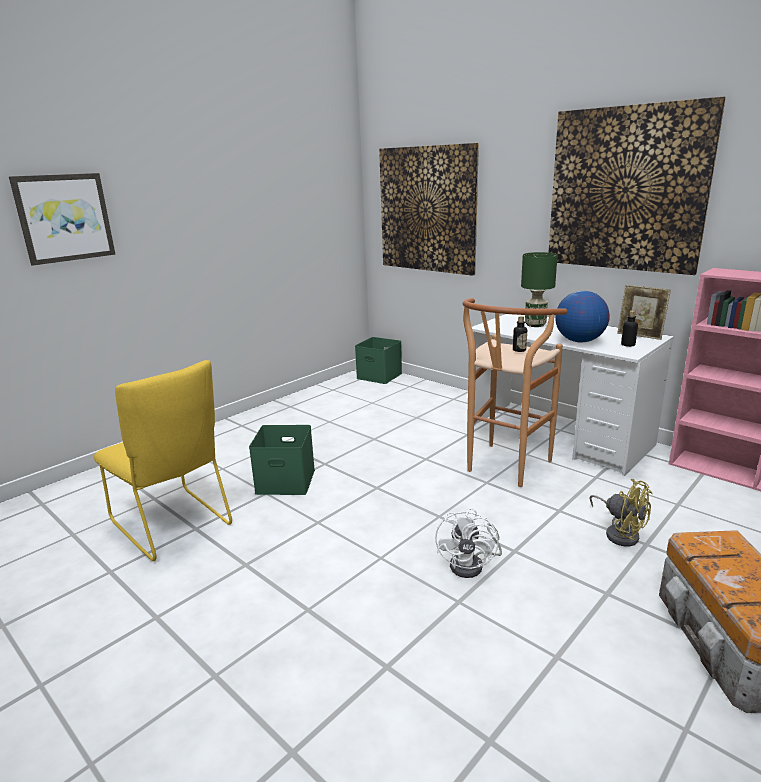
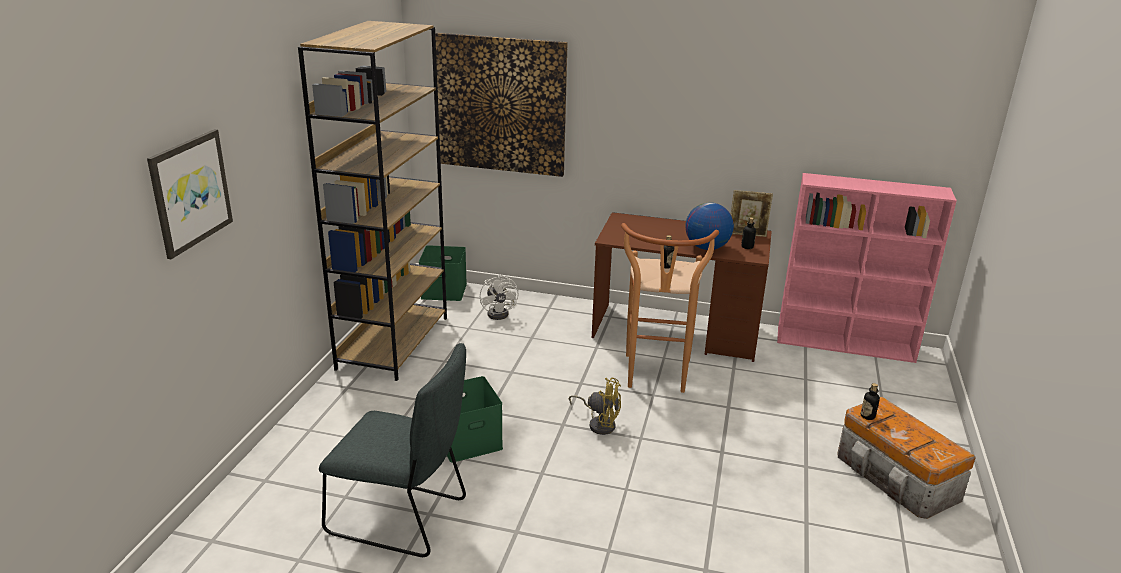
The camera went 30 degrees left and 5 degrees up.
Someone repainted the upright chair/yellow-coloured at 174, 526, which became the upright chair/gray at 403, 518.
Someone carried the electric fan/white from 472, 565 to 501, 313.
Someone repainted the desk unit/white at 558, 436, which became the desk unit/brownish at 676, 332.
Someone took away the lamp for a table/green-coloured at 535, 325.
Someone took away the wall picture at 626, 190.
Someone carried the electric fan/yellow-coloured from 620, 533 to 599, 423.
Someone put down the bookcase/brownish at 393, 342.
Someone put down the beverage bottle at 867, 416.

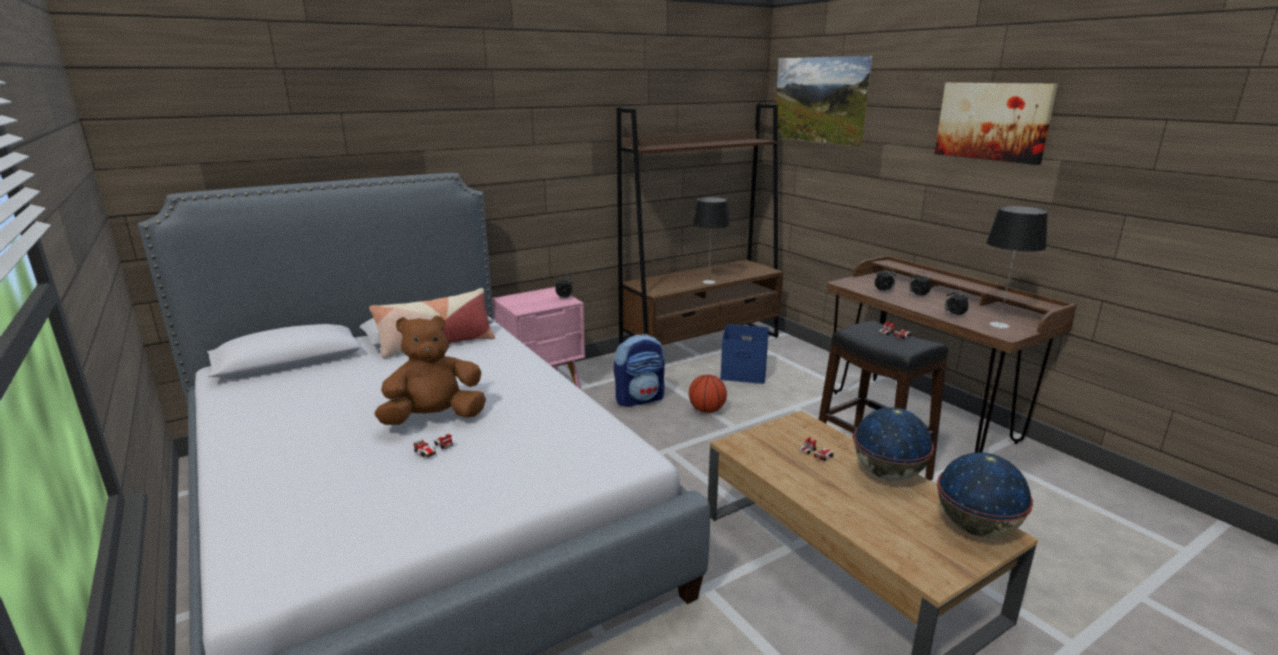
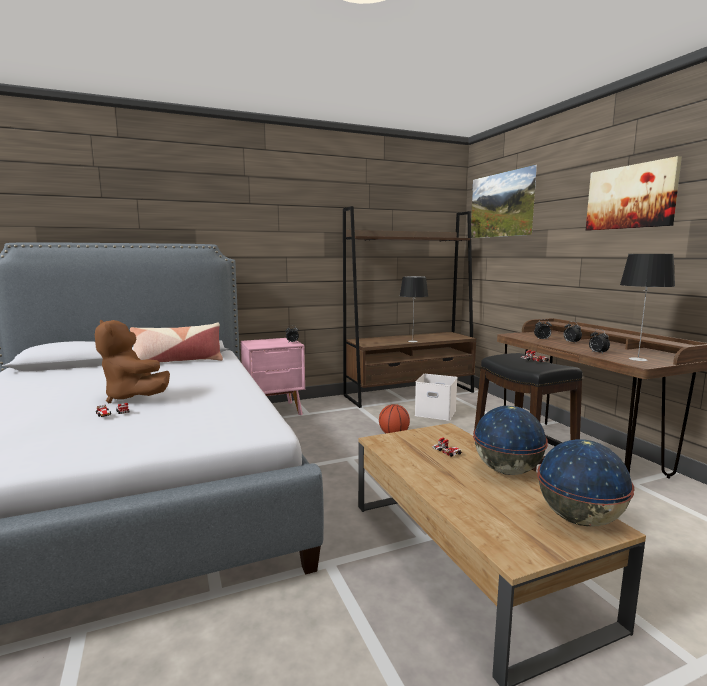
The camera went 10 degrees right and 10 degrees down.
Someone rotated the plush toy/brownish at 434, 418 by 120 degrees counterclockwise.
Someone took away the knapsack at 640, 399.
Someone repainted the storage box/blue at 744, 372, which became the storage box/white at 436, 412.

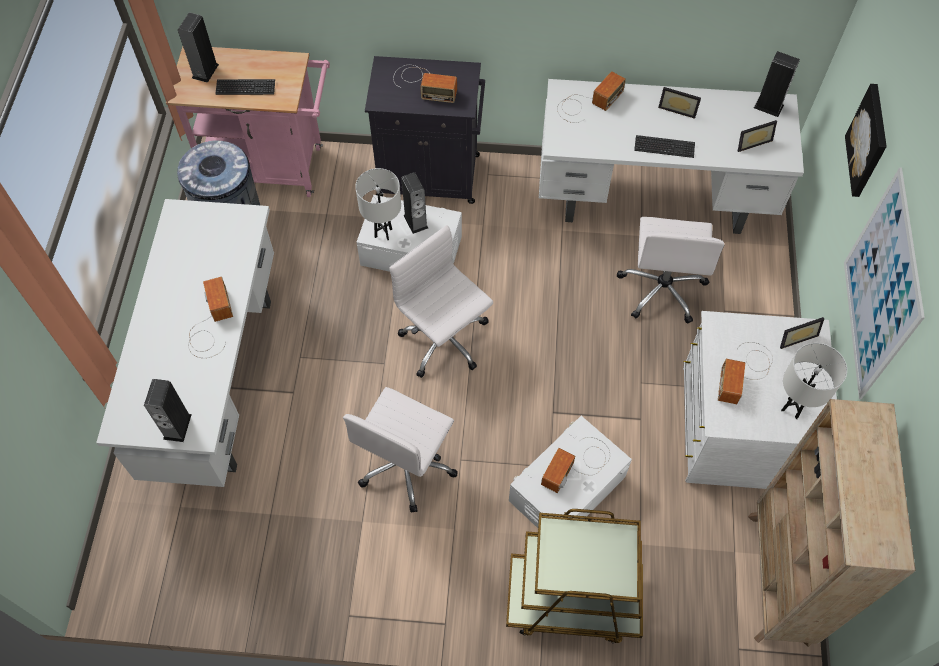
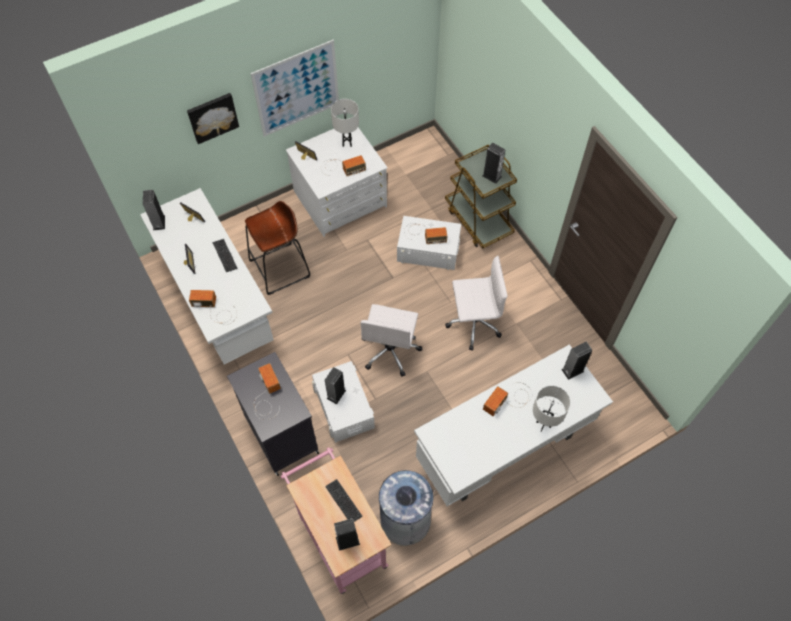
The camera went 125 degrees left and 0 degrees up.
Someone carried the lamp for a table/white from 383, 233 to 543, 424.
Someone swapped the office chair/white at 662, 289 for the stool seat/brownish at 280, 268.
Someone took away the bookcase/beige-coloured at 778, 578.
Someone put down the speaker at 492, 176.

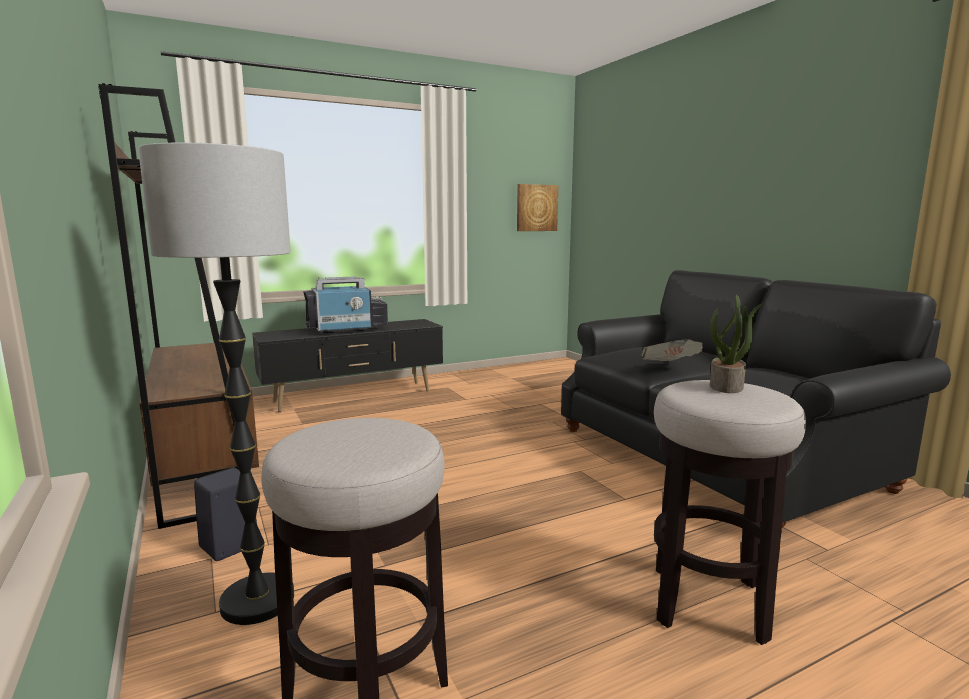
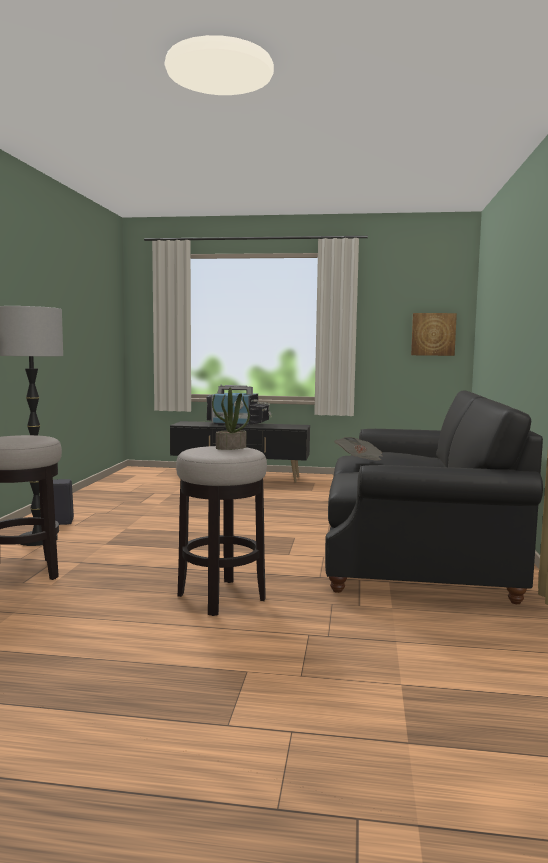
The camera went 35 degrees right and 5 degrees down.
Someone took away the bookcase/brownish at 205, 465.

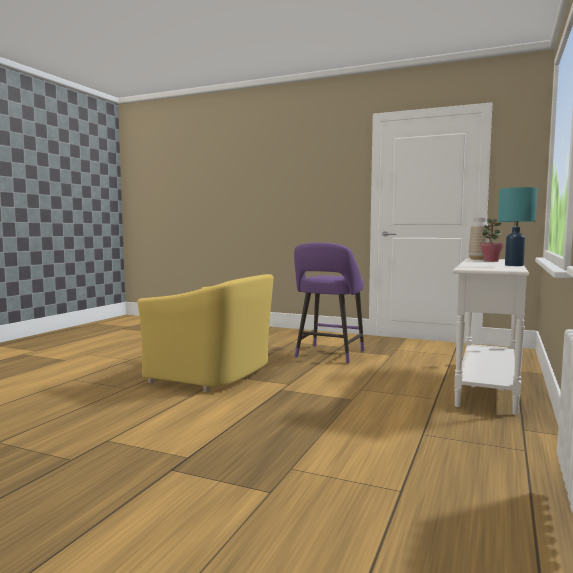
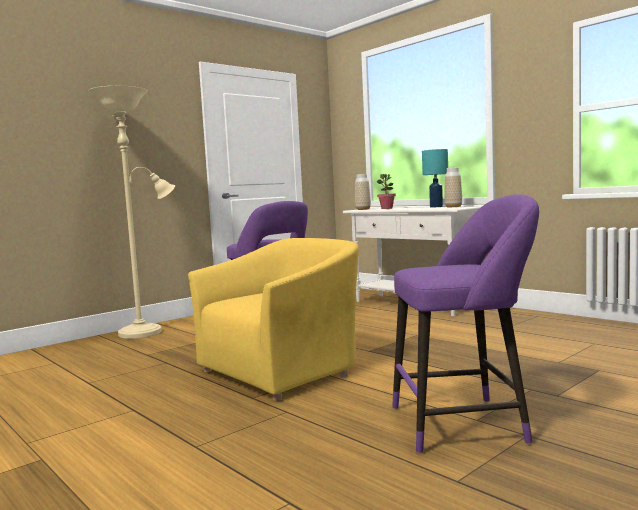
The camera went 65 degrees left and 0 degrees up.
Someone put down the standard lamp/beige-coloured at 145, 332.
Someone put down the stool seat/purple-coloured at 465, 424.
Someone put down the vase at 453, 207.

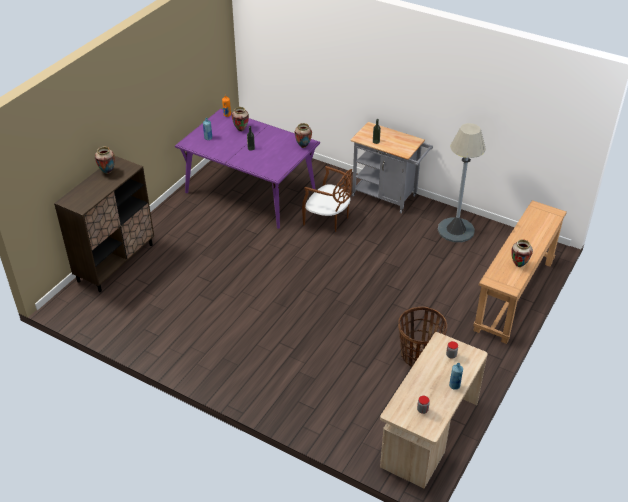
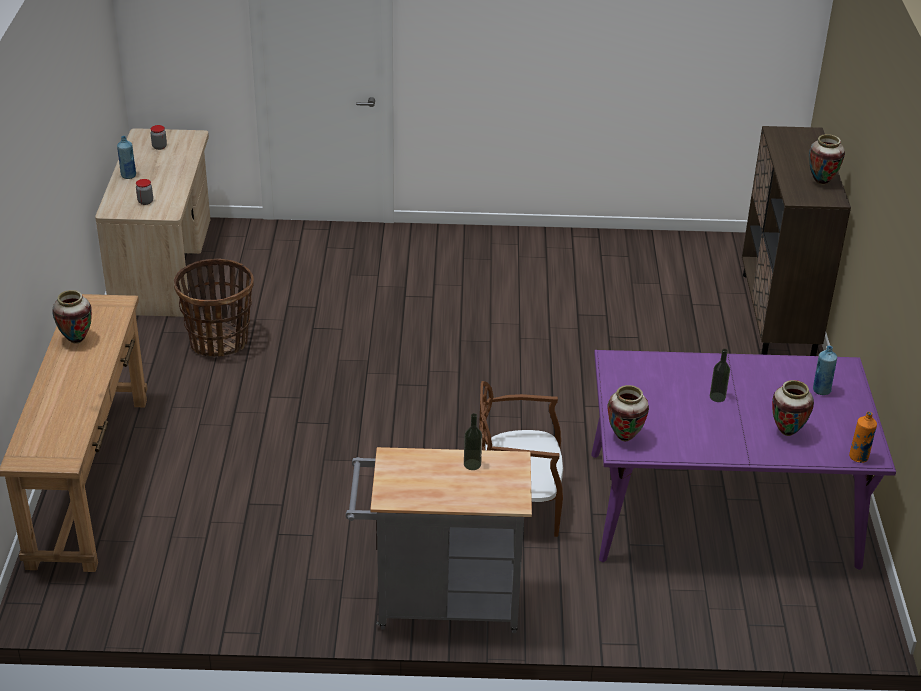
The camera went 150 degrees right and 5 degrees down.
Someone took away the standard lamp/gray at 456, 230.

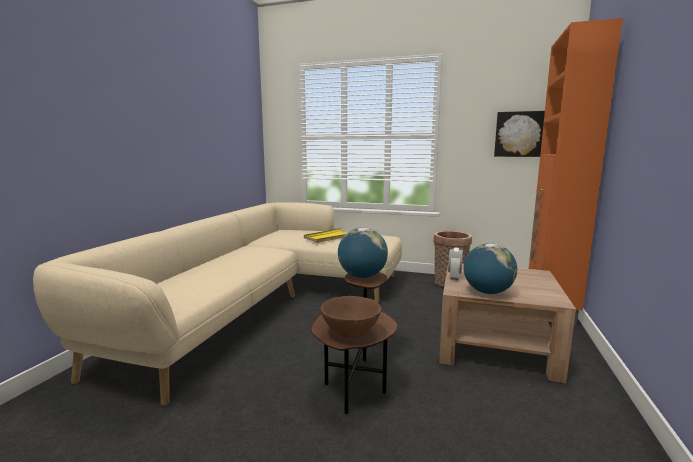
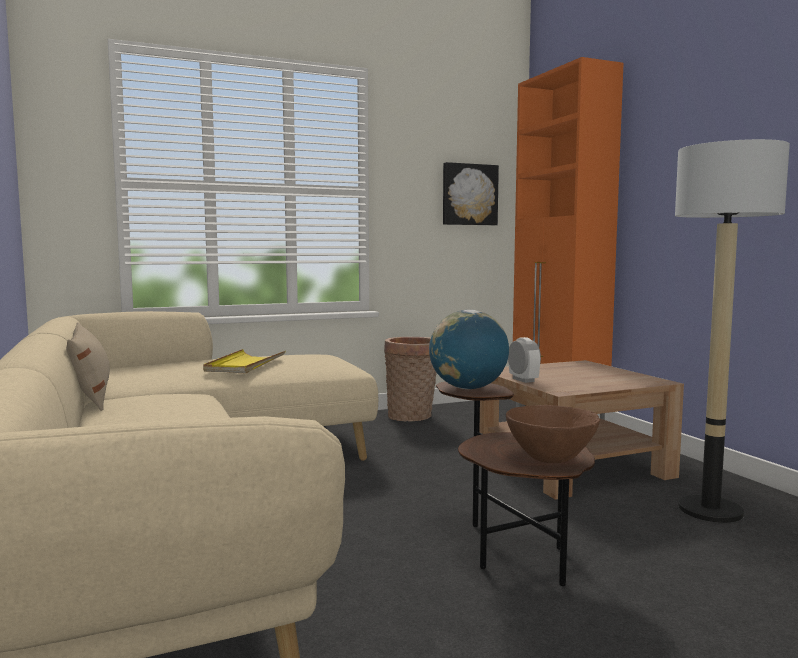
The camera went 40 degrees left and 5 degrees down.
Someone took away the world globe at 487, 292.
Someone put down the pillow/beige-coloured at 90, 396.
Someone put down the standard lamp at 710, 510.

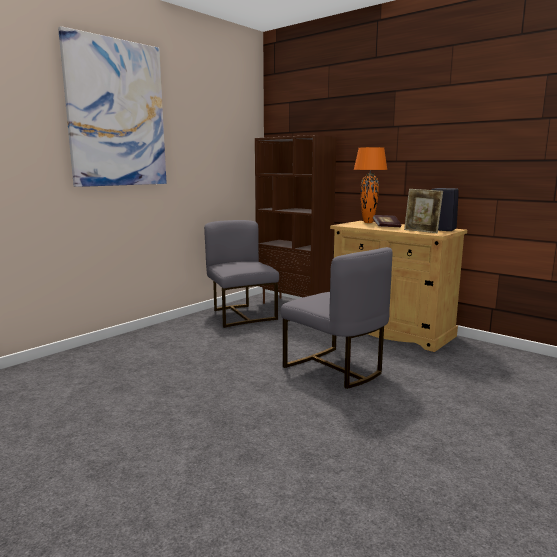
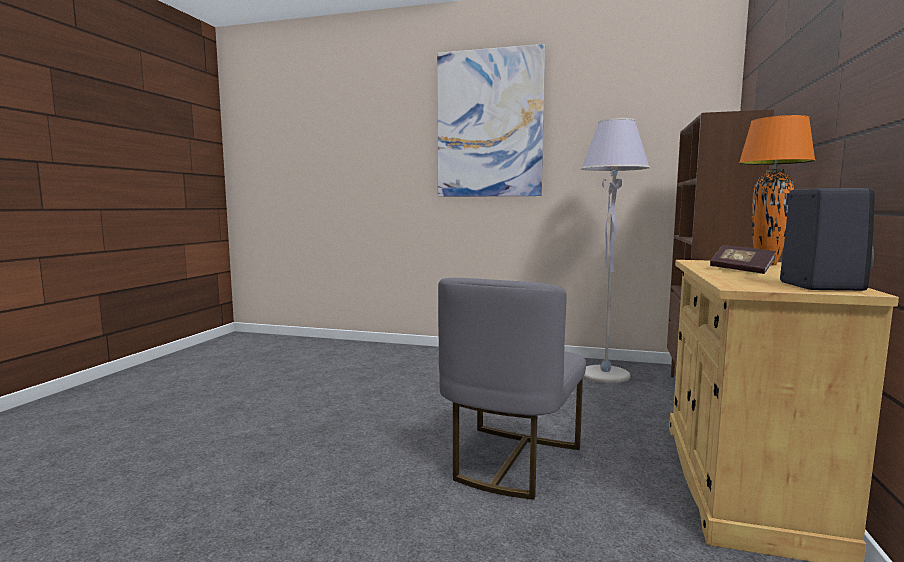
The camera went 65 degrees right and 5 degrees down.
Someone swapped the upright chair/gray at 241, 315 for the standard lamp/gray at 605, 375.
Someone took away the picture frame at 421, 231.

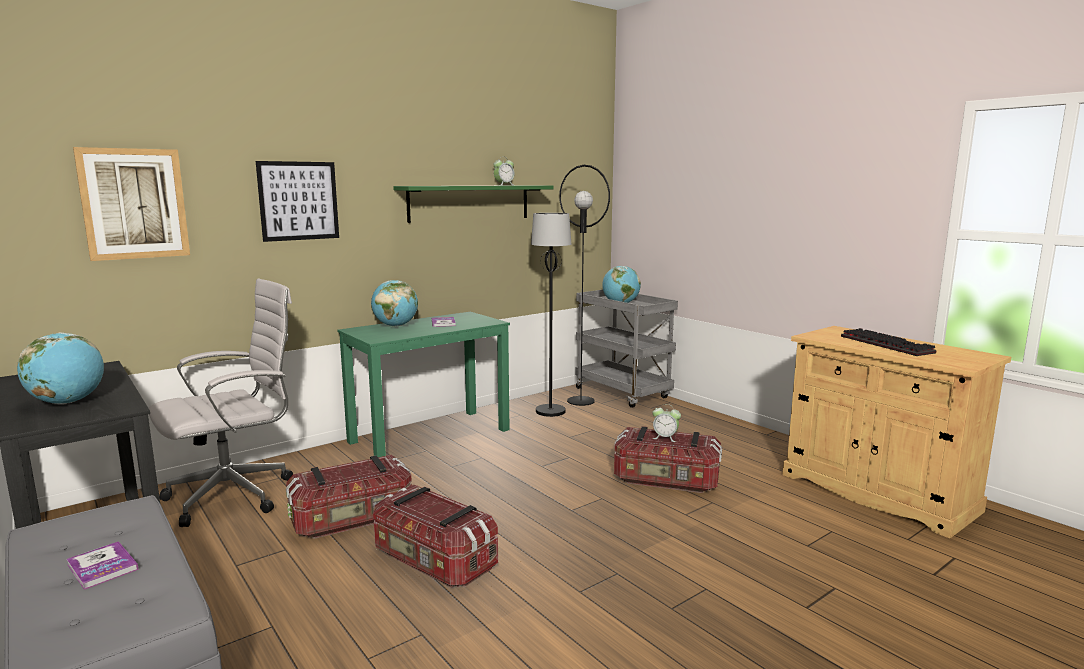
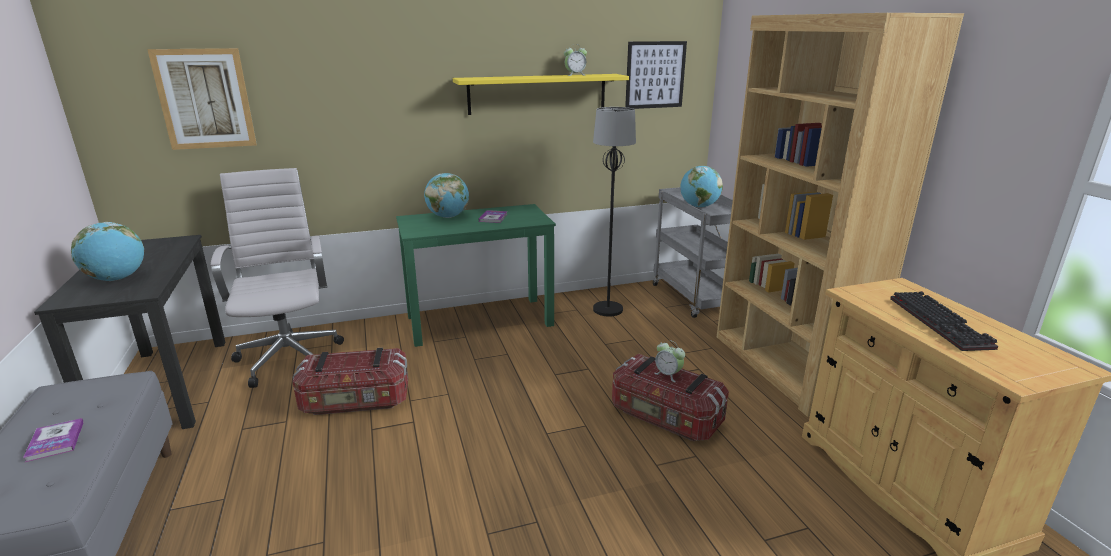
The camera went 20 degrees right and 10 degrees up.
Someone rotated the office chair/white at 236, 495 by 90 degrees counterclockwise.
Someone carried the wall picture from 298, 201 to 655, 75.
Someone took away the storage box at 433, 561.
Someone repainted the shelf/green-coloured at 470, 203, which became the shelf/yellow-coloured at 537, 93.
Someone took away the standard lamp/blackish at 581, 401.
Someone put down the bookcase/brownish at 784, 367.

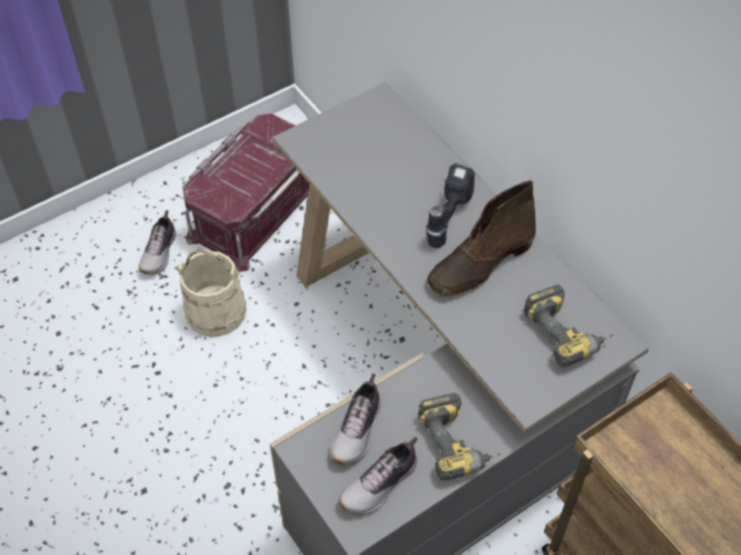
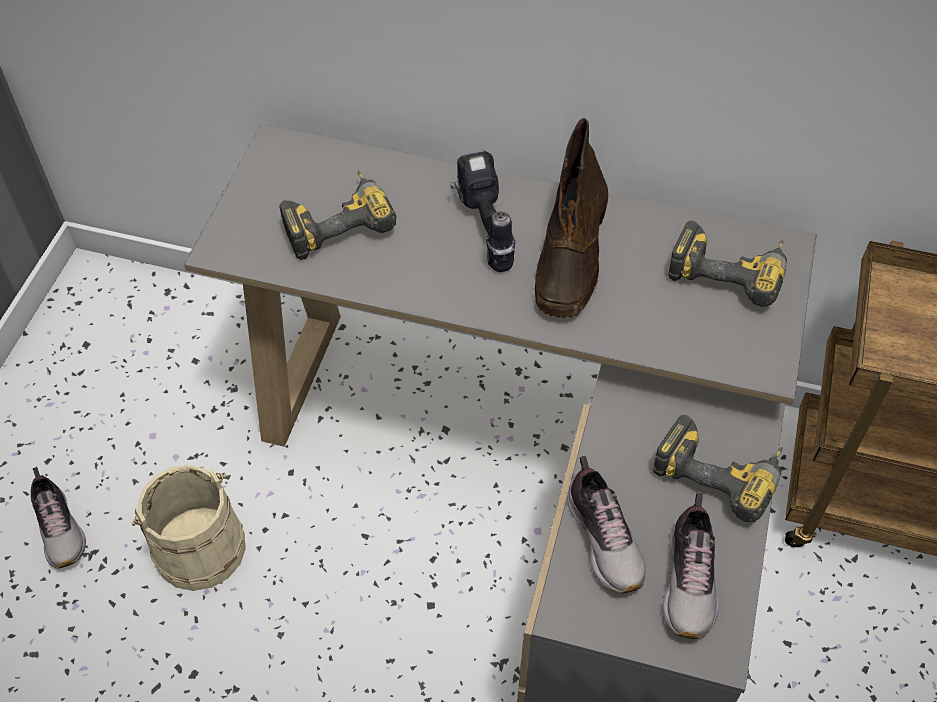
The camera went 40 degrees left and 0 degrees up.
Someone took away the storage box/red at 254, 209.
Someone put down the drill at 337, 222.

